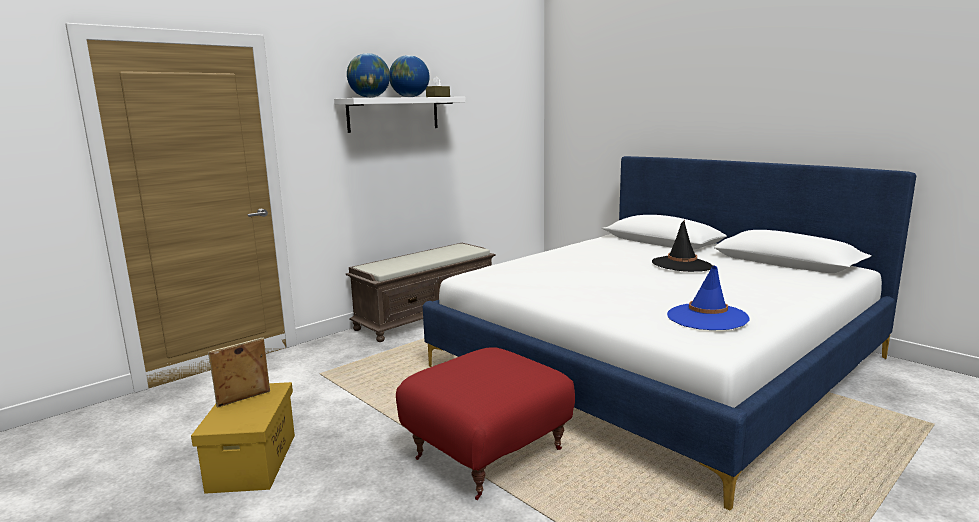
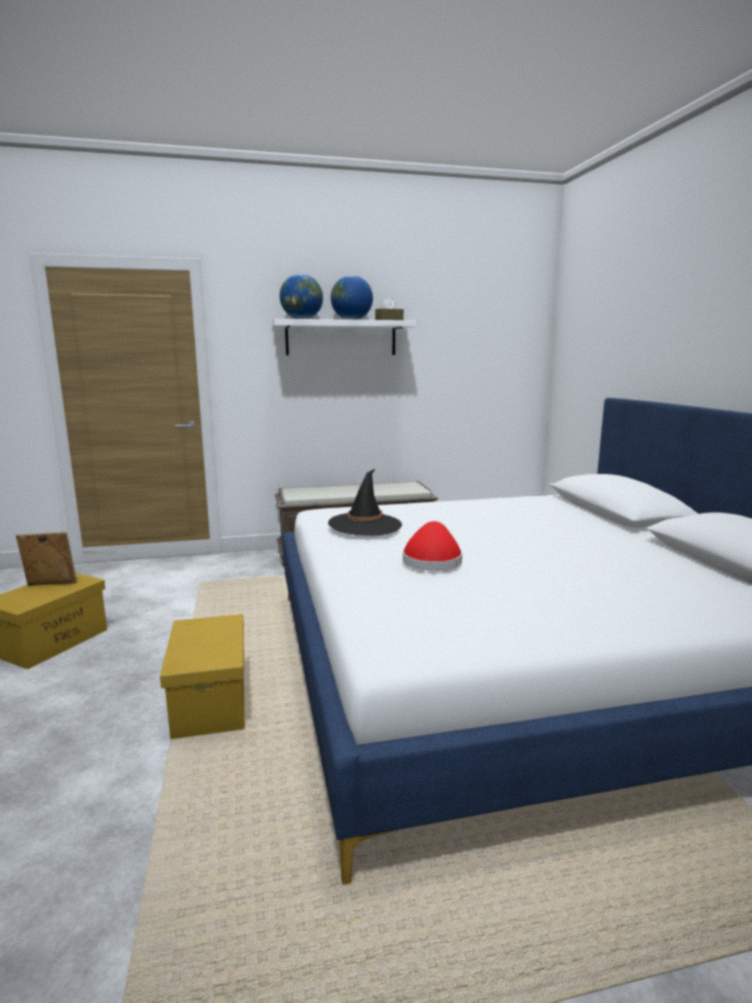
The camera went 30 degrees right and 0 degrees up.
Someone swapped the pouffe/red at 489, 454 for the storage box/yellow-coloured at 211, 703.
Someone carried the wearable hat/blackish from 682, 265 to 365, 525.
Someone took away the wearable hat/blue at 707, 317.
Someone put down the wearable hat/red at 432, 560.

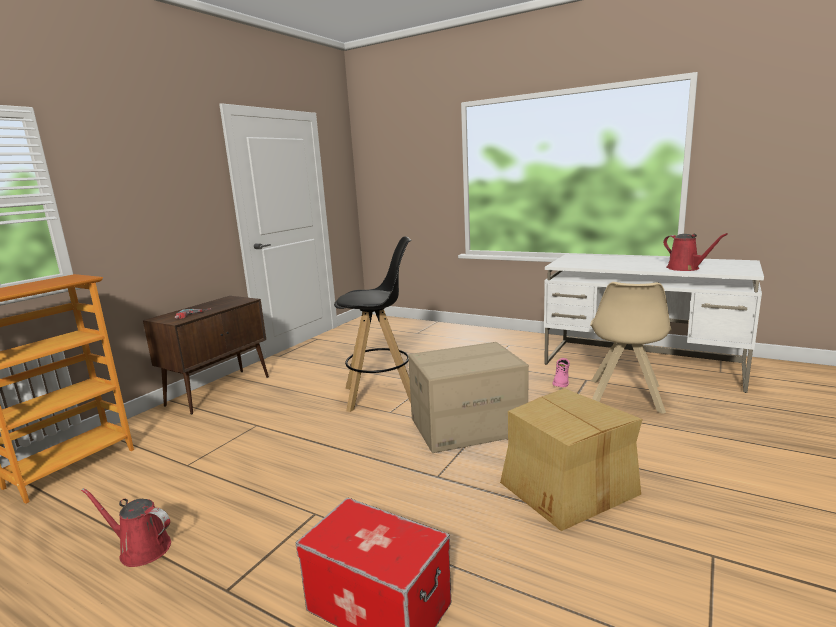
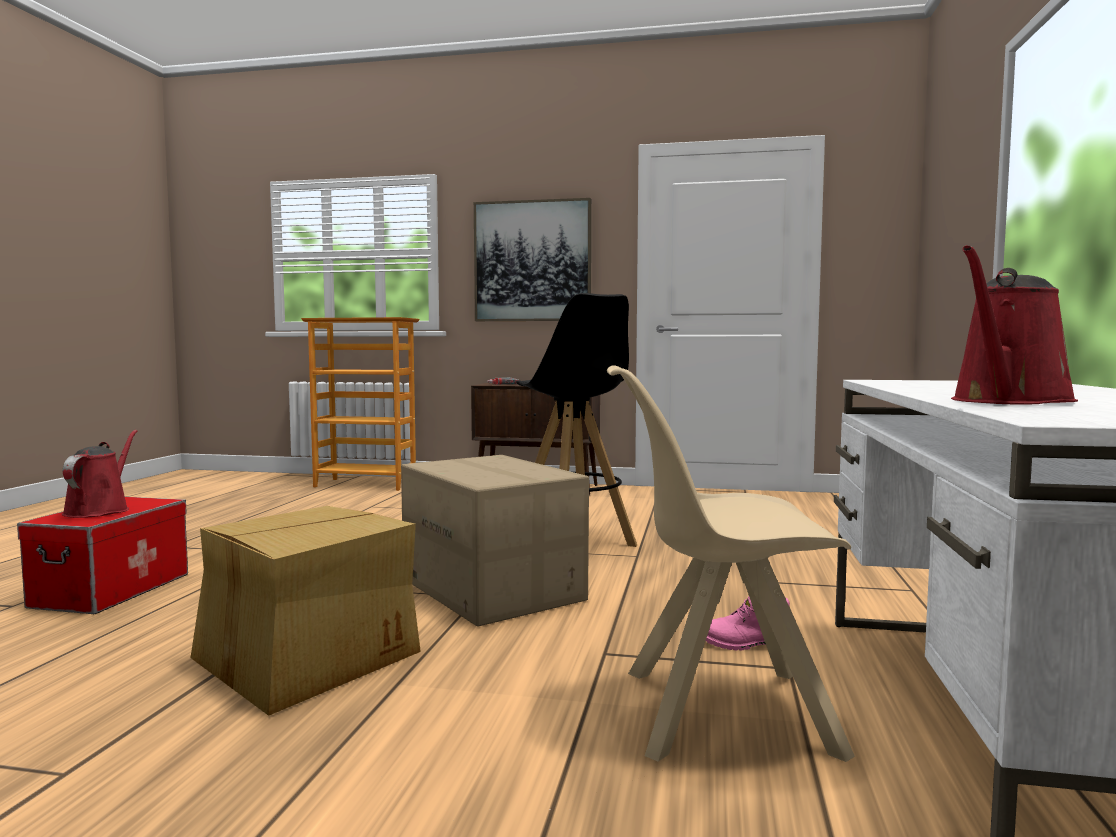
The camera went 70 degrees right and 10 degrees down.
Someone carried the sprinkling can/red from 141, 549 to 100, 510.
Someone put up the wall picture at 532, 261.

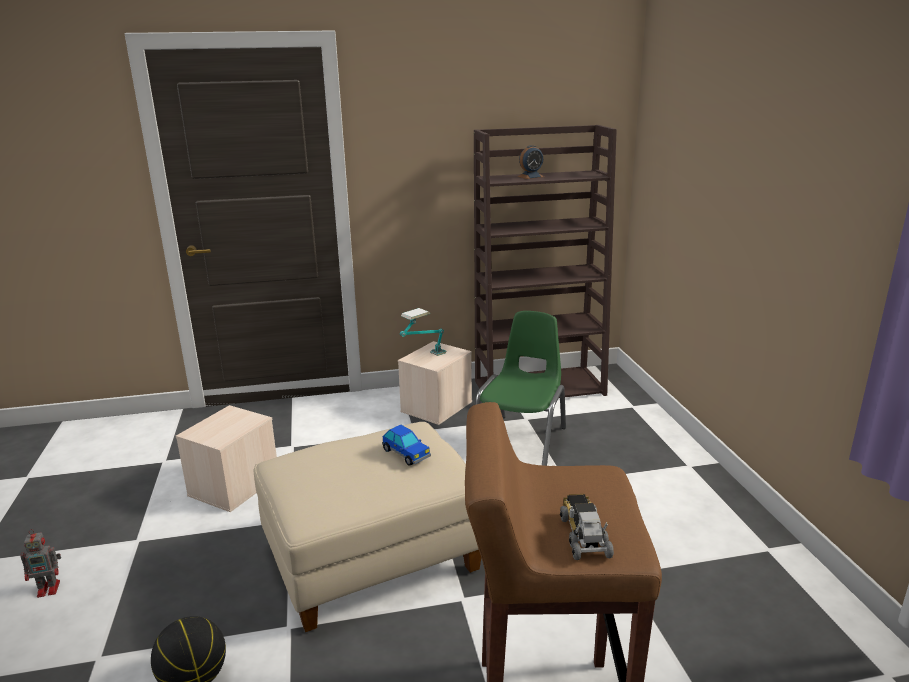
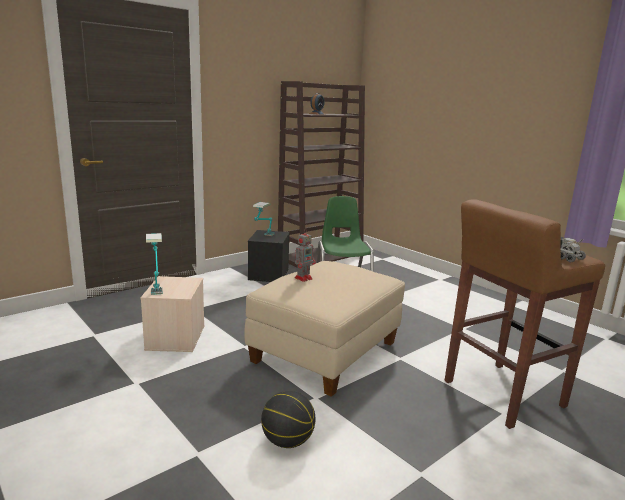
The camera went 30 degrees left and 5 degrees down.
Someone carried the robot figure from 50, 588 to 304, 278.
Someone took away the miniature car at 406, 454.
Someone repainted the storage box/beige-coloured at 436, 407, which became the storage box/blackish at 269, 274.
Someone put down the lamp for a table at 156, 285.

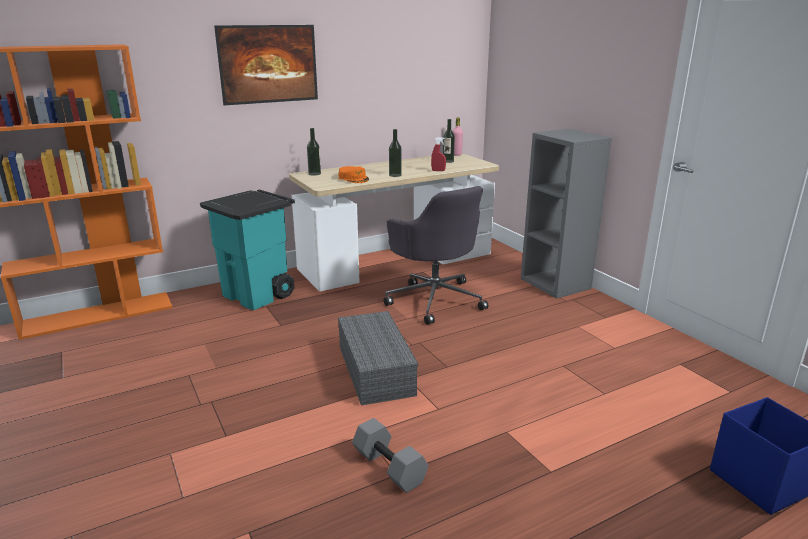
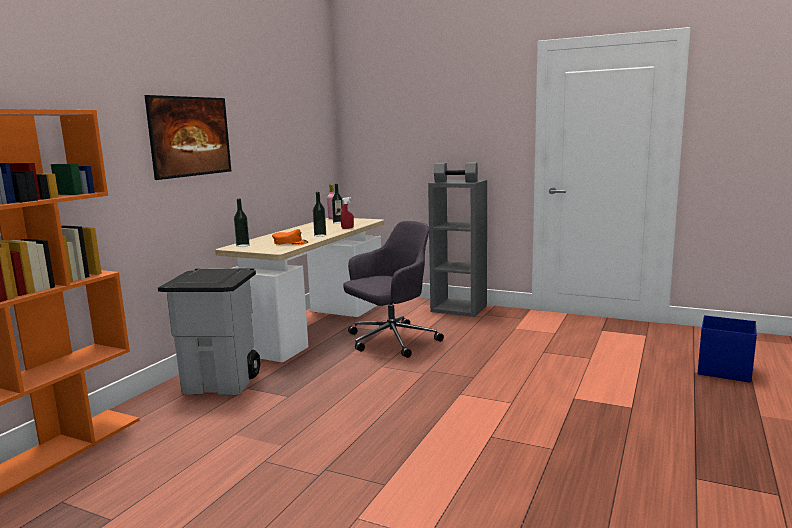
The camera went 35 degrees left and 10 degrees down.
Someone repainted the trash can/turquoise at 258, 295, which became the trash can/gray at 222, 382.
Someone took away the storage box/gray at 374, 369.
Someone carried the free weight/gray from 390, 467 to 456, 181.
Someone rotated the office chair/gray at 434, 299 by 60 degrees counterclockwise.

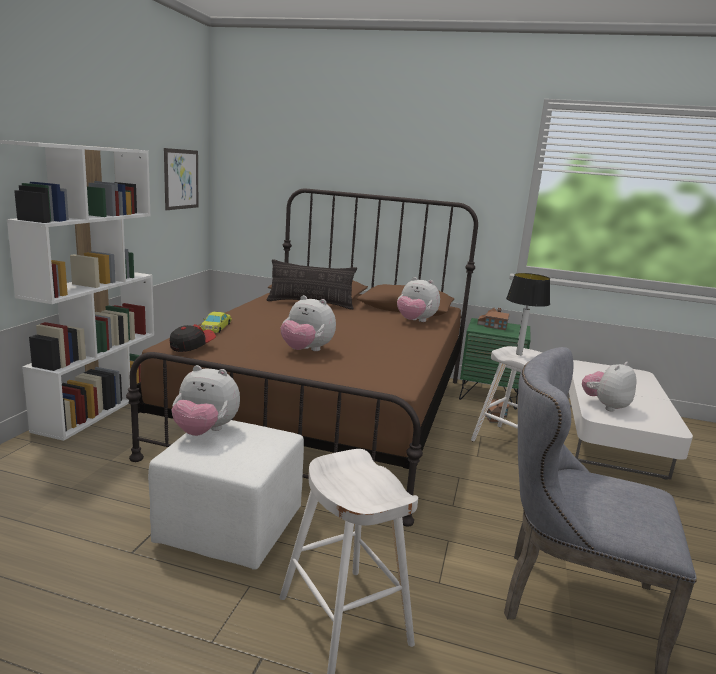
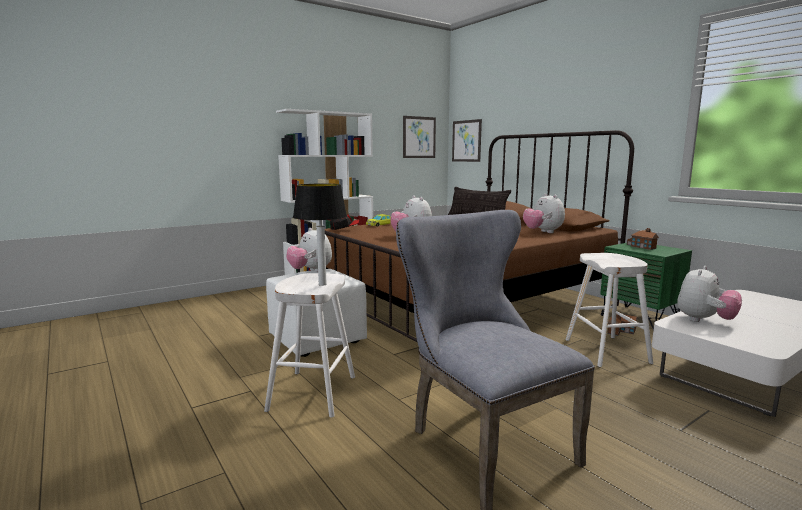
The camera went 40 degrees right and 5 degrees down.
Someone carried the lamp for a table from 519, 354 to 322, 284.
Someone rotated the plush toy at 605, 406 by 135 degrees clockwise.
Someone put up the wall picture at 466, 141.

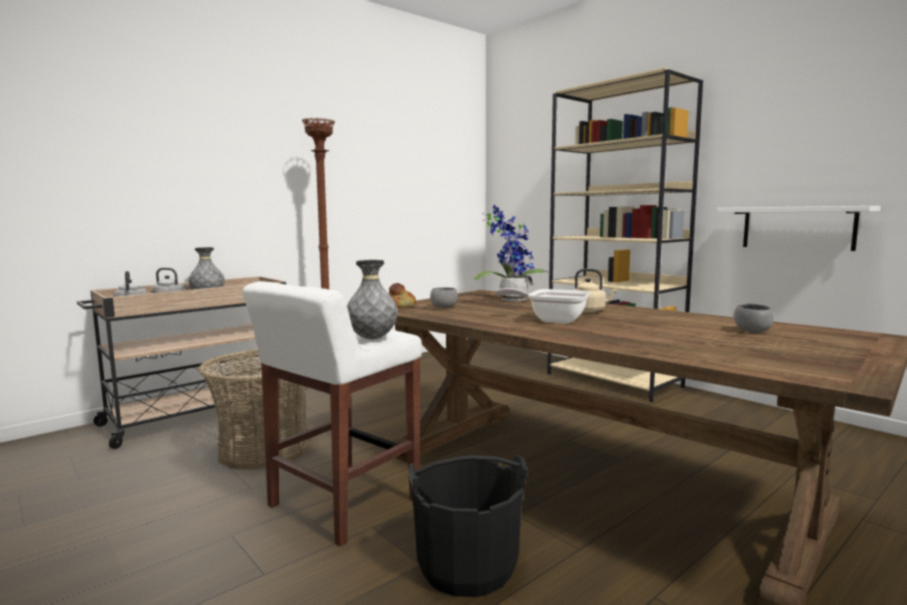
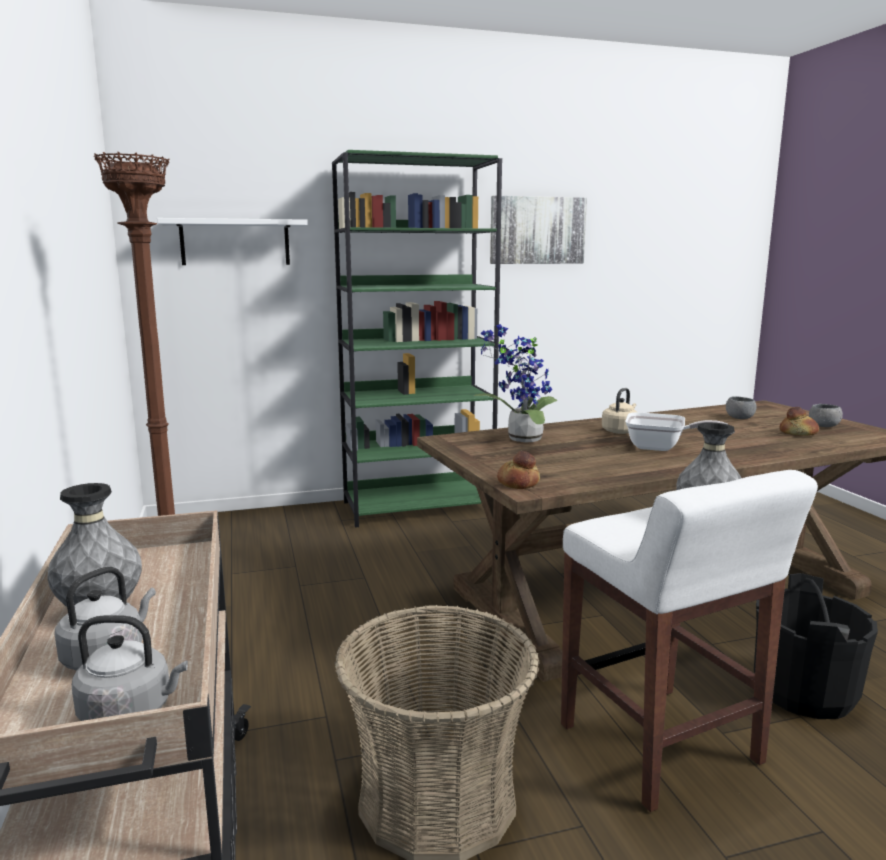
The camera went 65 degrees left and 5 degrees up.
Someone carried the deep dish/gray from 444, 308 to 823, 426.
Someone rotated the skillet at 551, 320 by 120 degrees counterclockwise.
Someone repainted the bookcase/beige-coloured at 614, 380, which became the bookcase/green-coloured at 419, 507.
Someone carried the shelf/white from 797, 227 to 235, 242.
Someone put up the wall picture at 537, 230.
Someone put down the baked bread at 798, 433.

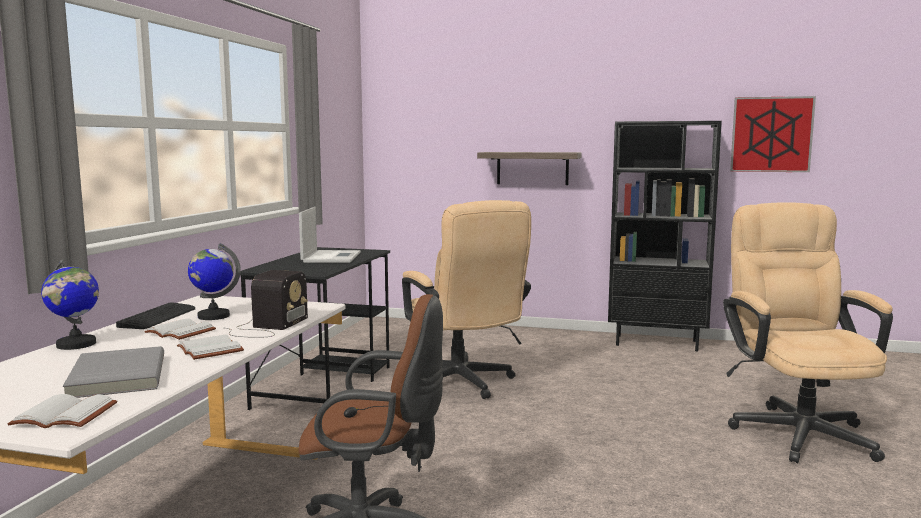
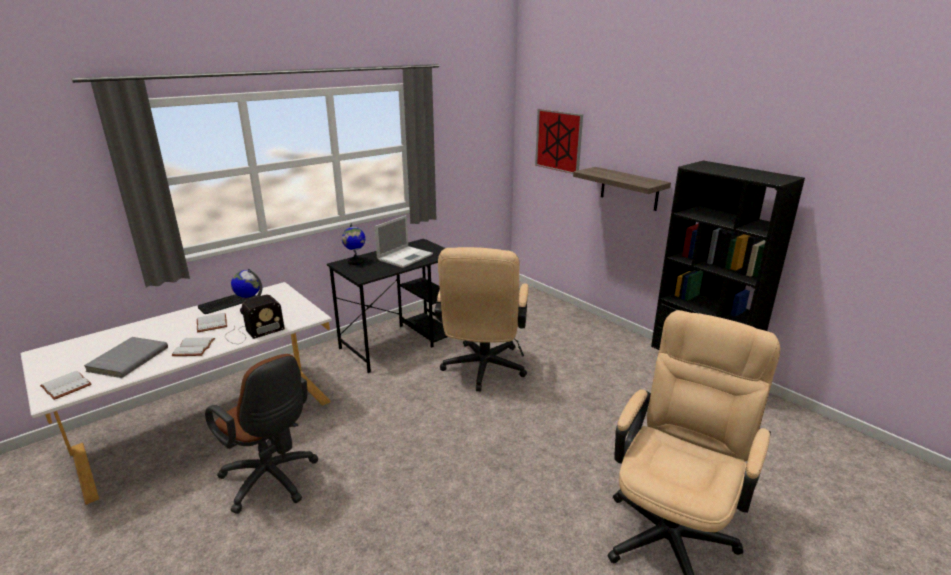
The camera went 35 degrees right and 15 degrees up.
Someone carried the world globe from 76, 344 to 356, 262.
Someone carried the wall picture from 771, 134 to 558, 141.

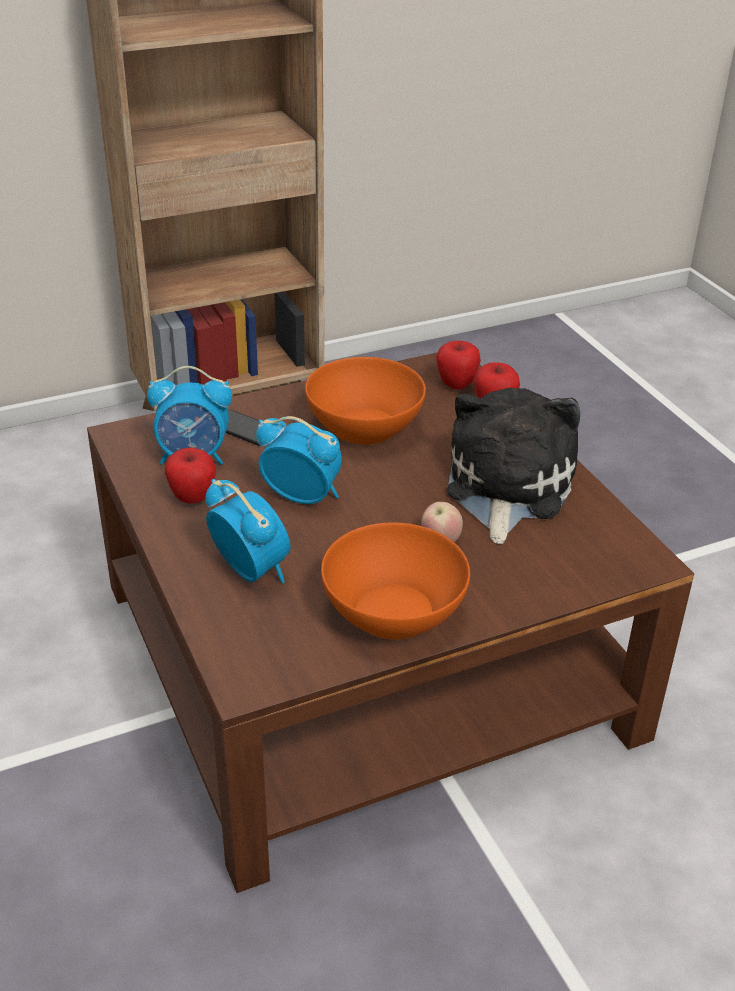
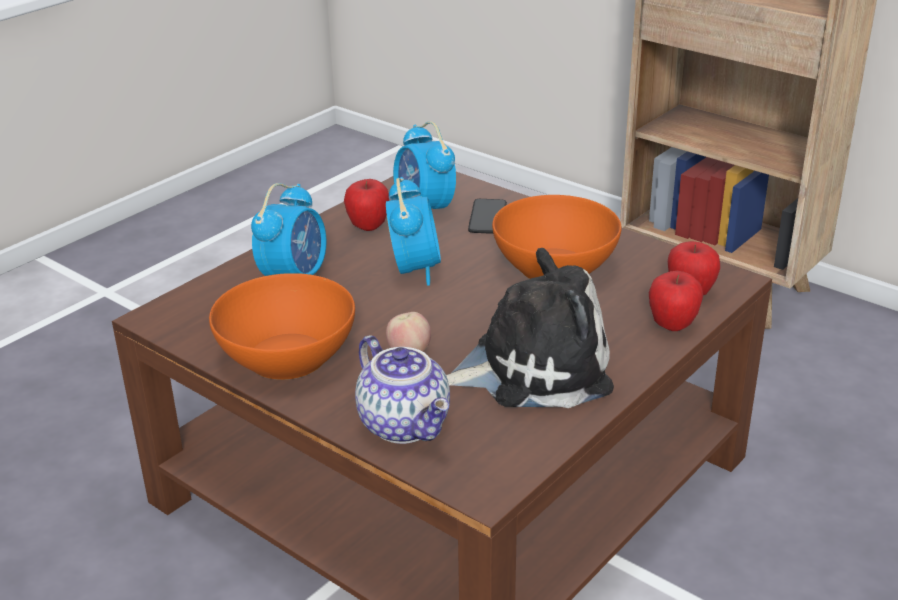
The camera went 65 degrees right and 5 degrees down.
Someone put down the teapot at 406, 424.

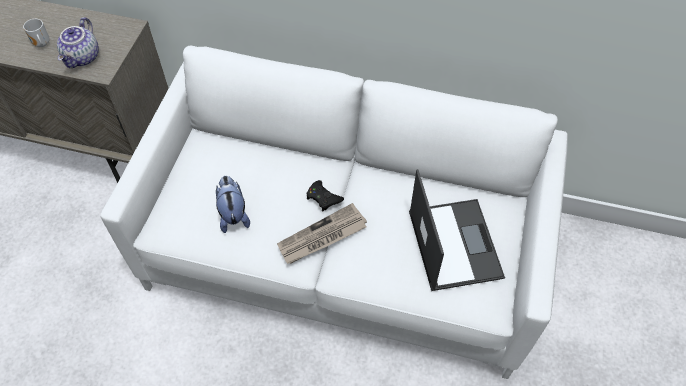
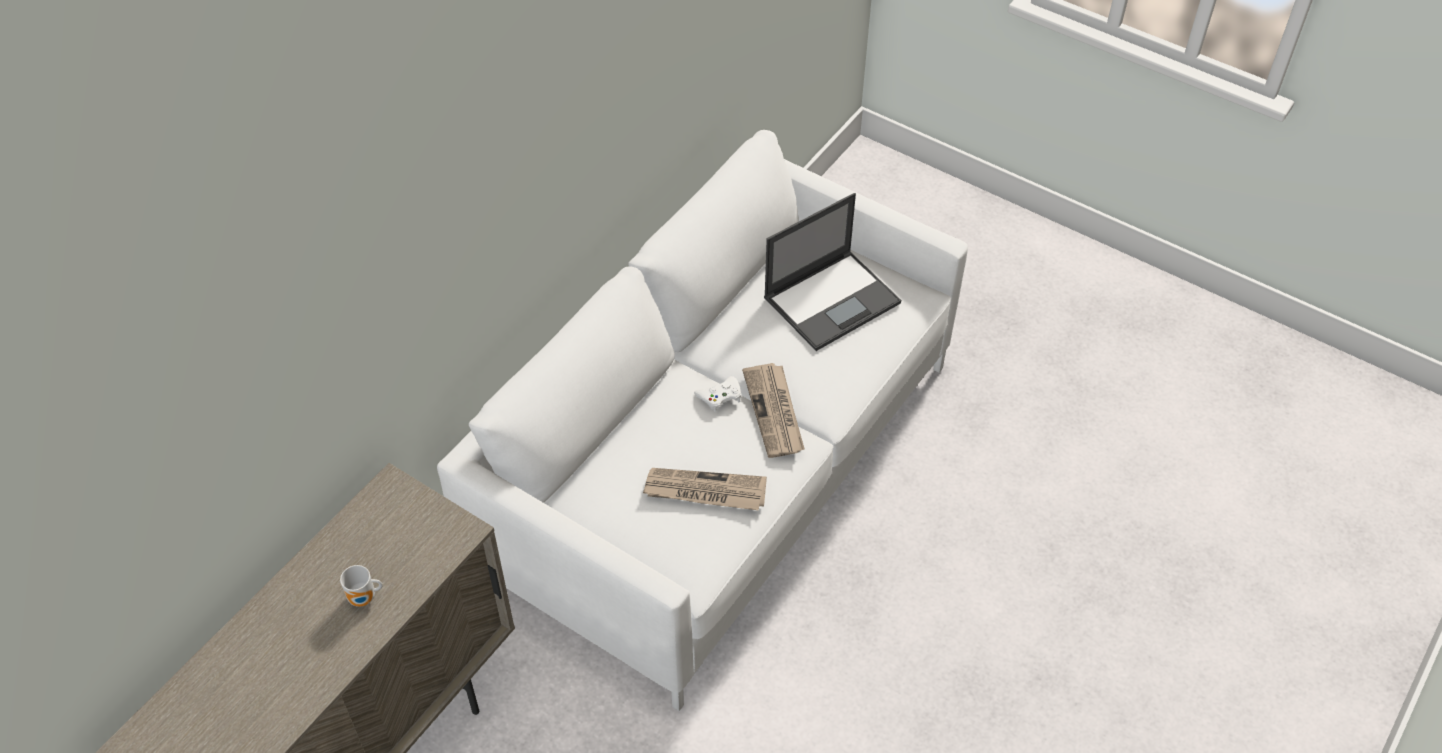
The camera went 70 degrees left and 5 degrees down.
Someone took away the teapot at 83, 58.
Someone swapped the plush toy at 233, 214 for the printed paper at 704, 491.
Someone repainted the gamepad/blackish at 323, 198, which became the gamepad/white at 720, 396.
Someone rotated the laptop at 454, 243 by 135 degrees clockwise.

